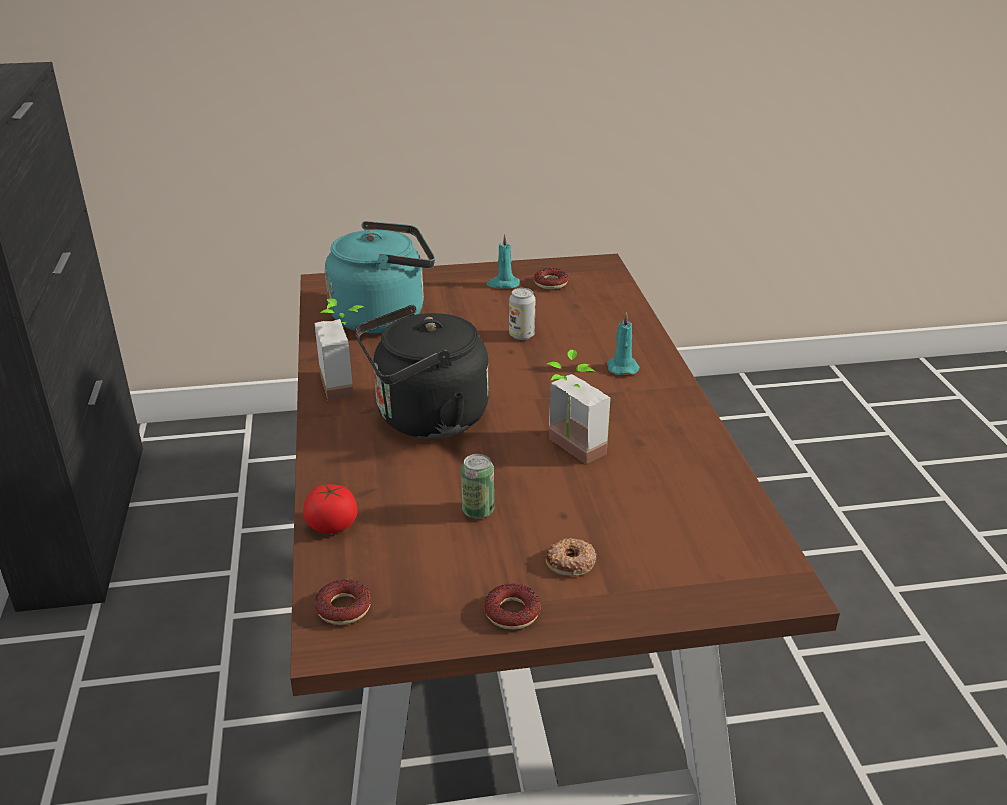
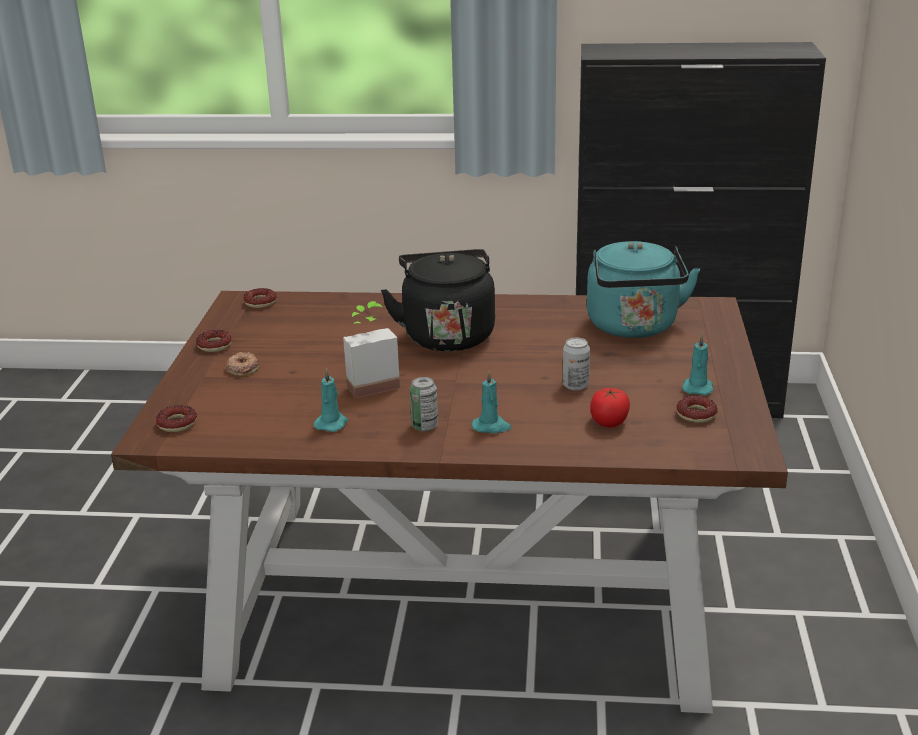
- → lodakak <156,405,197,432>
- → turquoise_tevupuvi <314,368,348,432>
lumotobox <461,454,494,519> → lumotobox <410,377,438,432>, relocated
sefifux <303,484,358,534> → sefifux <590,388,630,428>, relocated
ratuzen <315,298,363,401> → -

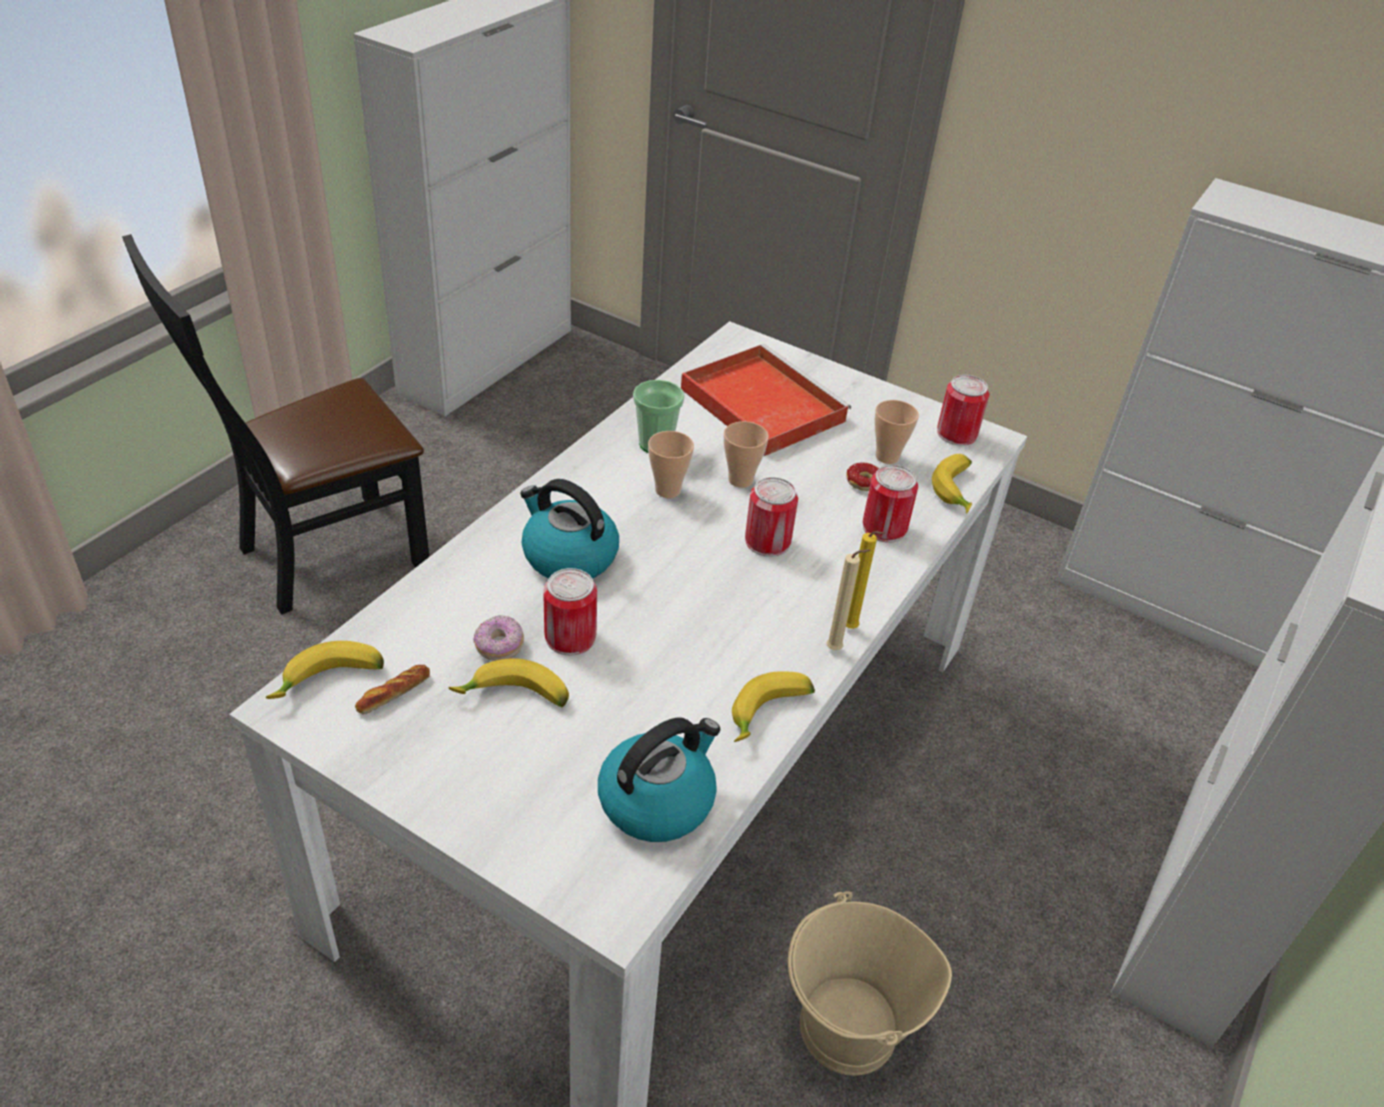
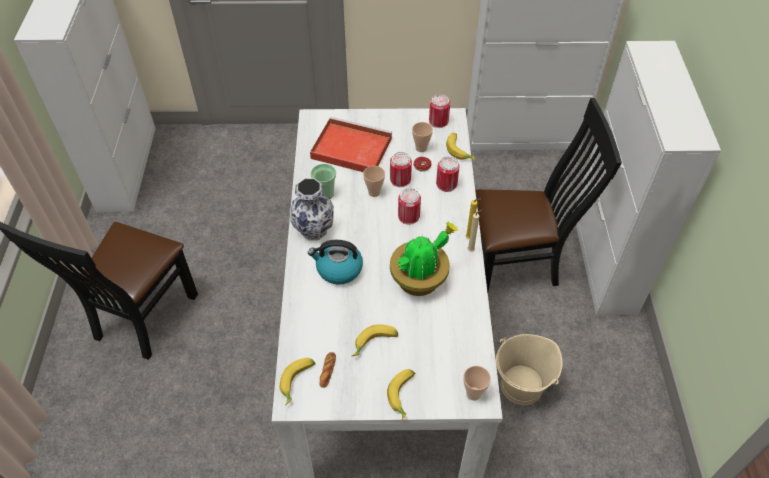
- → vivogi <290,178,334,240>
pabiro <732,671,815,742> → pabiro <387,369,415,420>, relocated
lumotobox <543,568,597,655> → lumotobox <390,152,412,187>, relocated
- → ratuzen <390,221,458,296>
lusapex <648,431,694,498> → lusapex <463,366,491,401>, relocated
- → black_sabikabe <475,98,622,292>
lodakak <474,615,524,661> → -
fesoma <598,717,720,842> → -

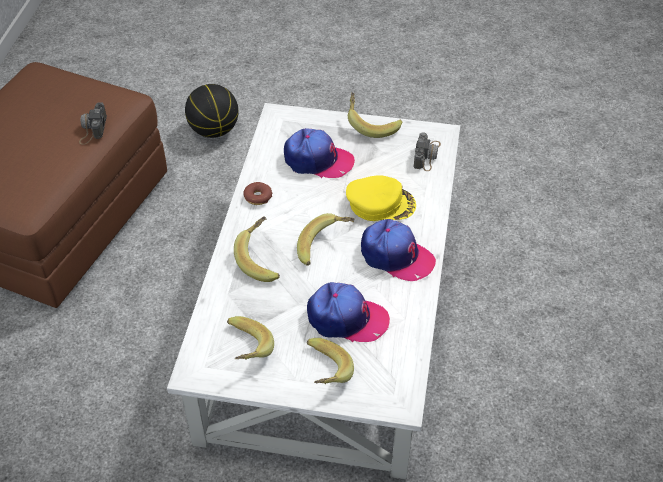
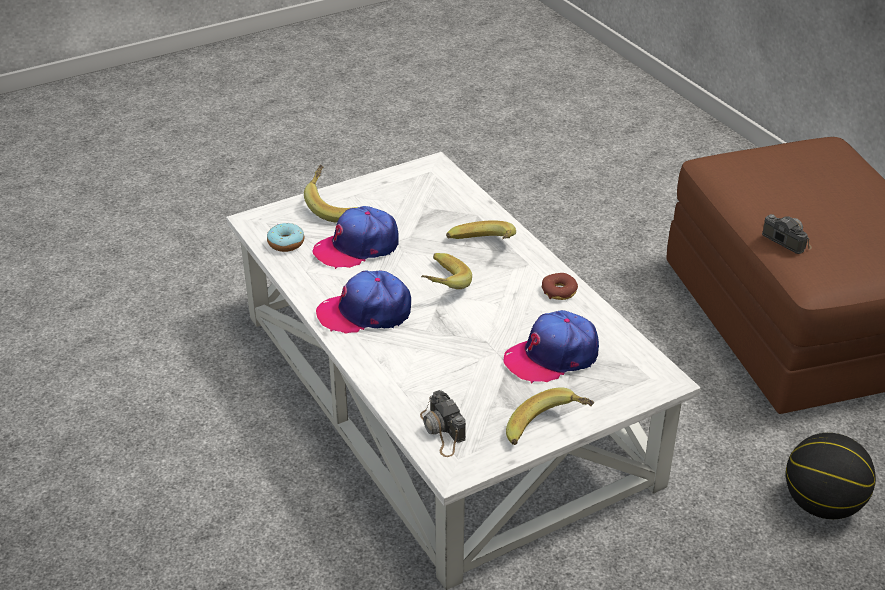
- → lodakak <267,223,304,252>
pabiro <227,316,274,360> → -
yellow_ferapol <346,175,416,221> → -

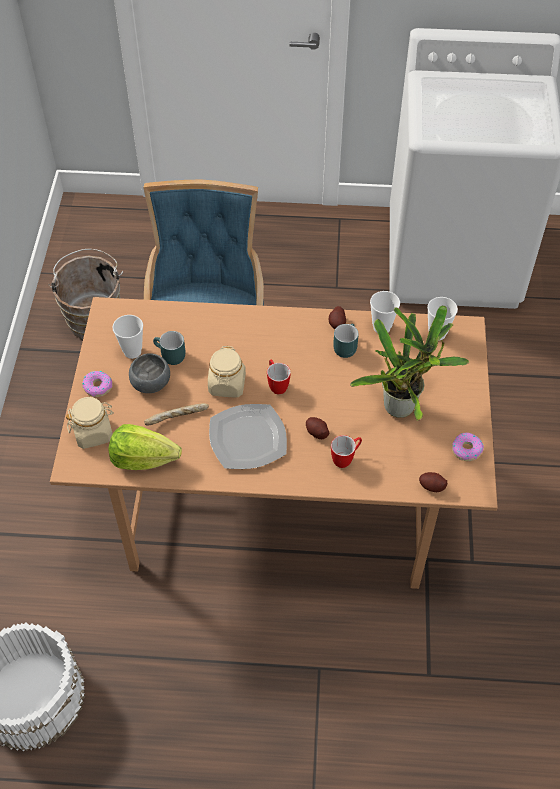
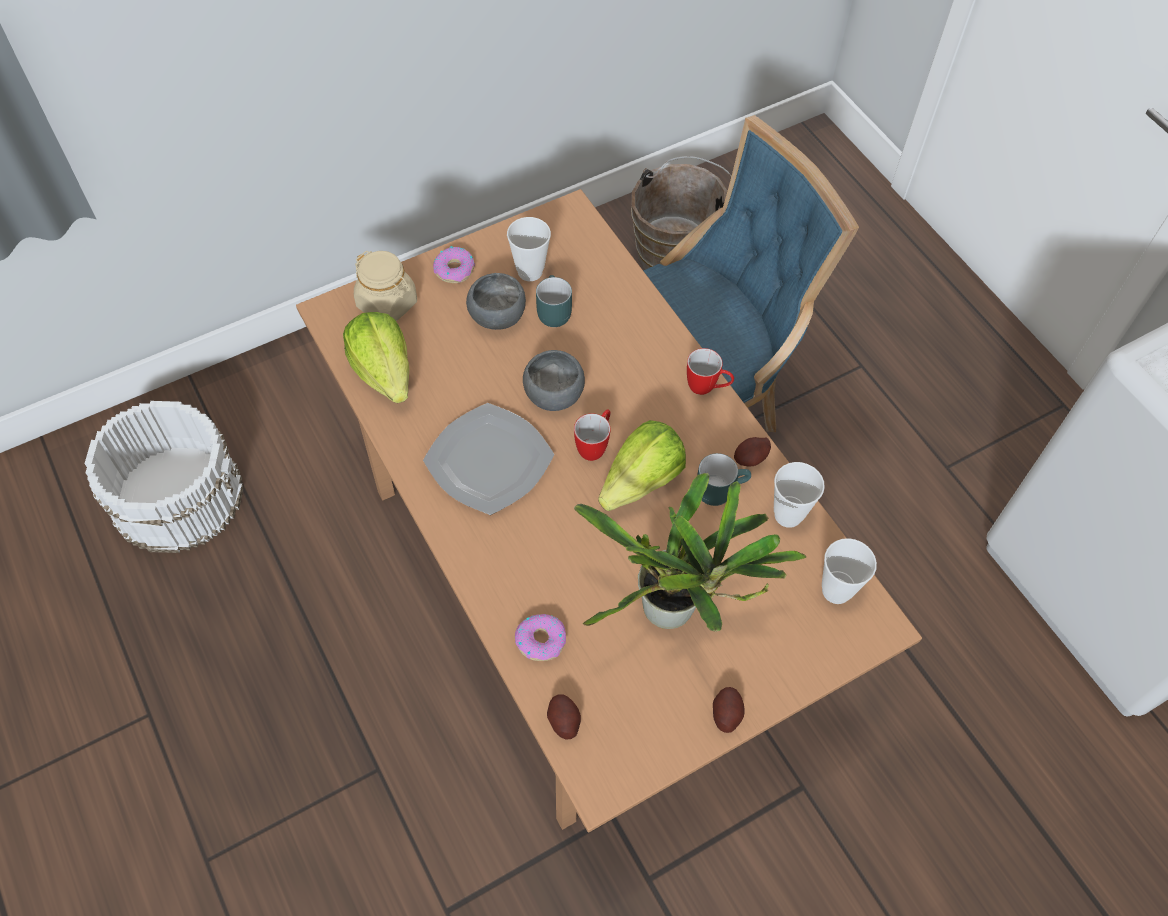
lodakak <452,433,484,461> → lodakak <515,614,566,661>, relocated
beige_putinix <208,346,246,398> → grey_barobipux <523,350,585,411>
- → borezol <598,420,686,511>
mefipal <331,435,362,468> → mefipal <687,348,734,395>, relocated
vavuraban <306,417,329,439> → vavuraban <713,687,744,733>, relocated
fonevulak <144,403,209,426> → -

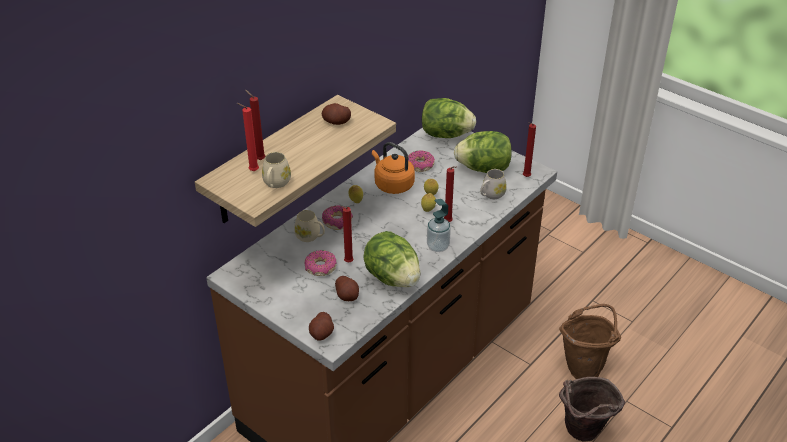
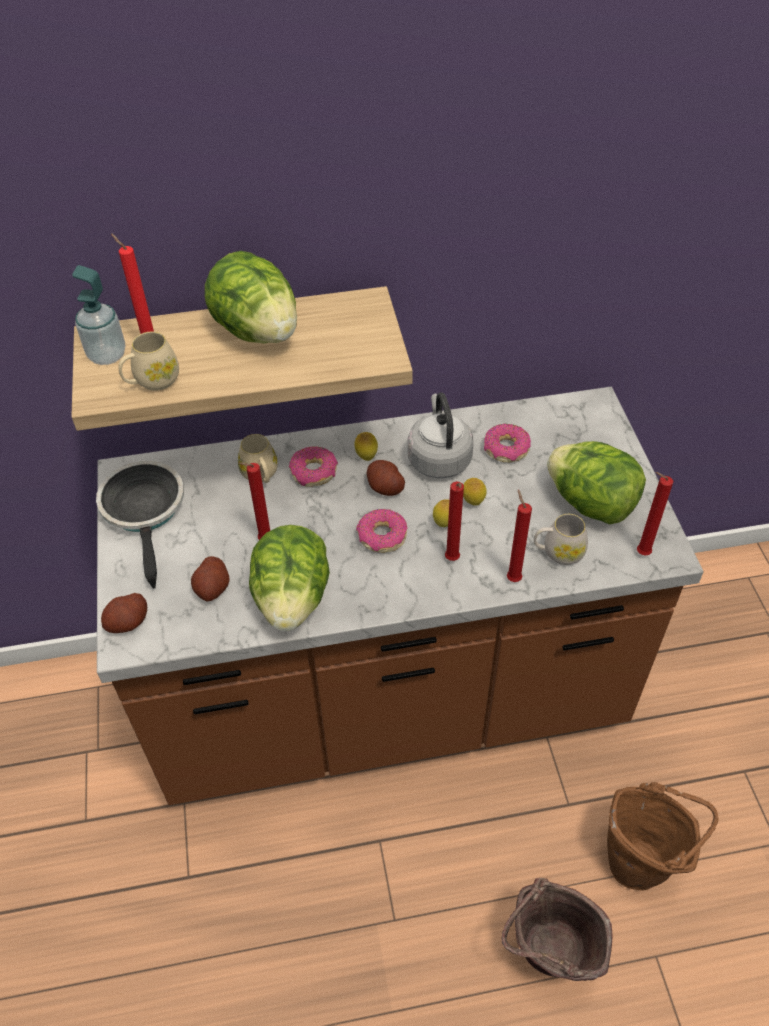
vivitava <427,199,451,252> → vivitava <72,265,125,365>, relocated
- → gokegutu <96,461,184,589>
borezol <422,98,476,138> → borezol <205,251,297,343>, relocated
lodakak <305,250,336,276> → lodakak <356,509,407,553>, relocated
vavuraban <322,103,351,125> → vavuraban <367,460,405,496>, relocated
orange_fesoma <372,142,415,194> → grey_fesoma <408,392,474,478>
red_tevupuvi <245,90,265,160> → red_tevupuvi <507,490,532,582>, relocated

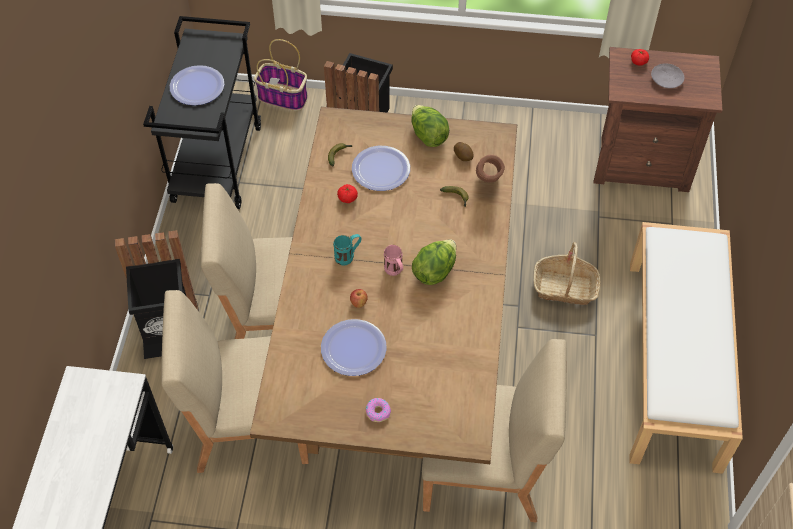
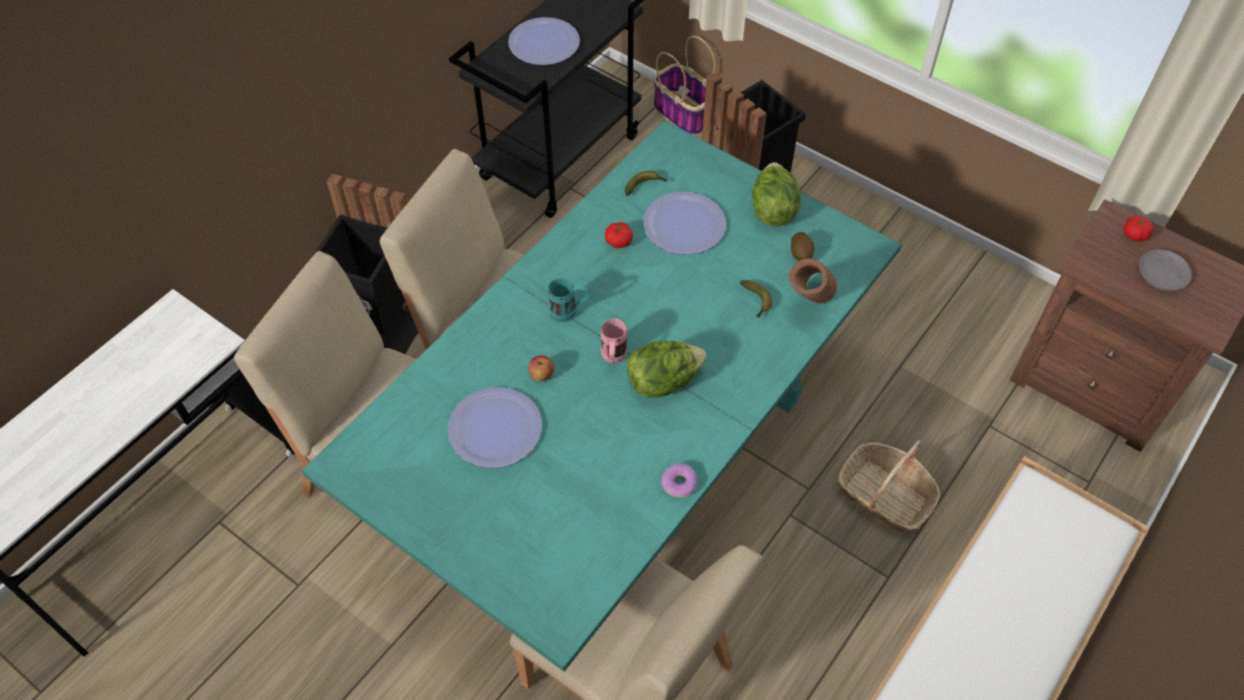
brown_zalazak <250,107,517,464> → turquoise_zalazak <301,120,902,672>
lodakak <366,398,391,422> → lodakak <662,463,697,497>, relocated

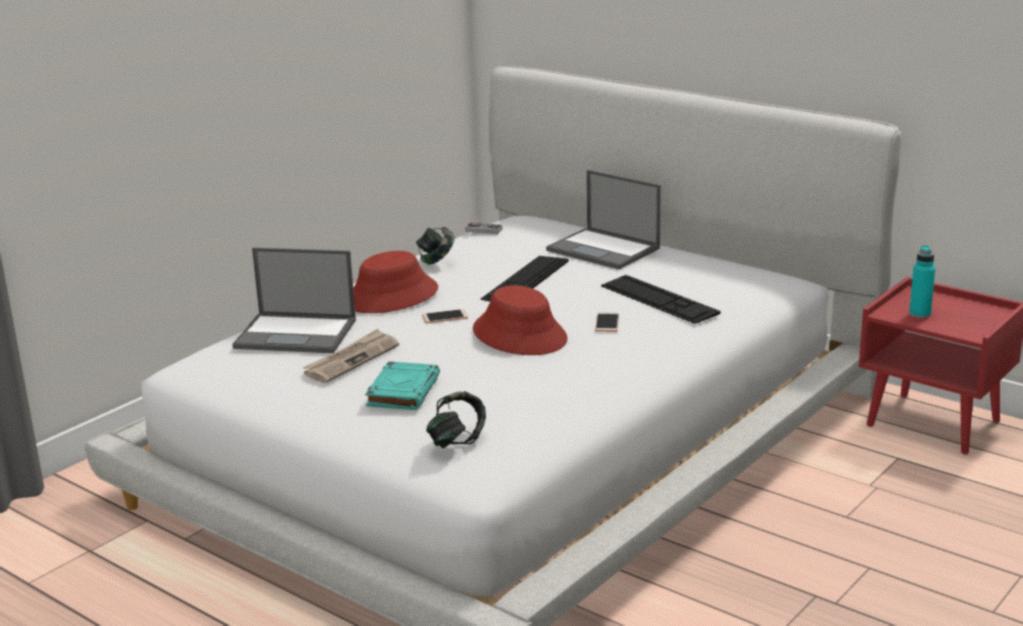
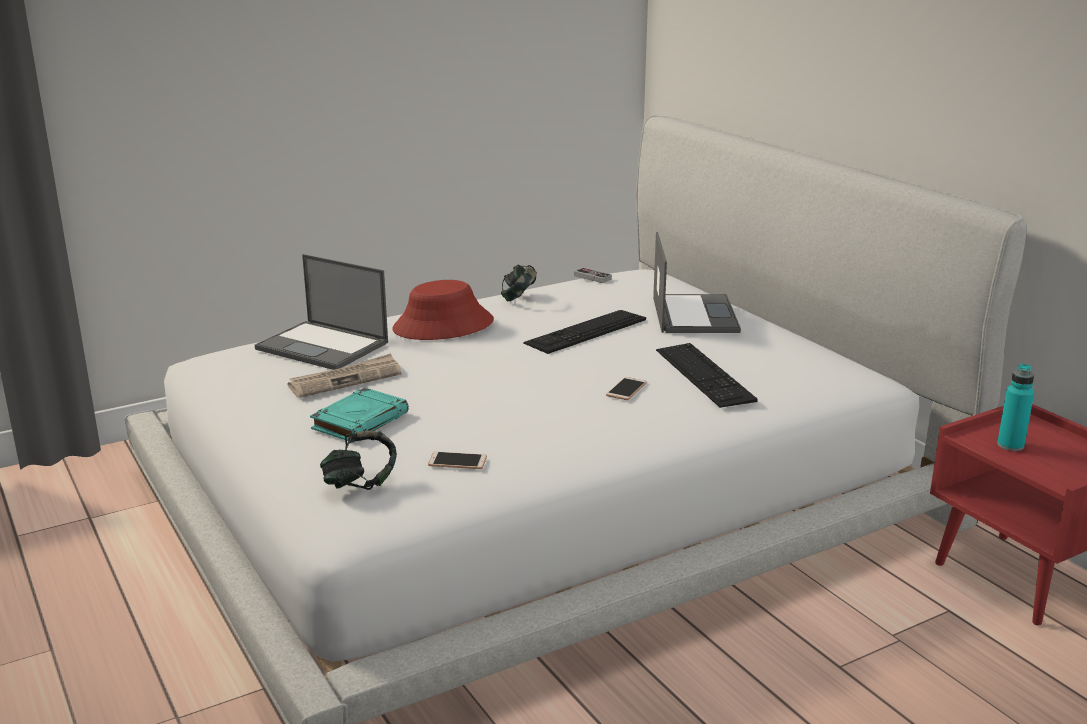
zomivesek <422,309,468,323> → zomivesek <428,452,487,469>, relocated
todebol <546,170,661,269> → todebol <653,232,741,333>, 150 degrees counterclockwise
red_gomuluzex <473,285,568,355> → -

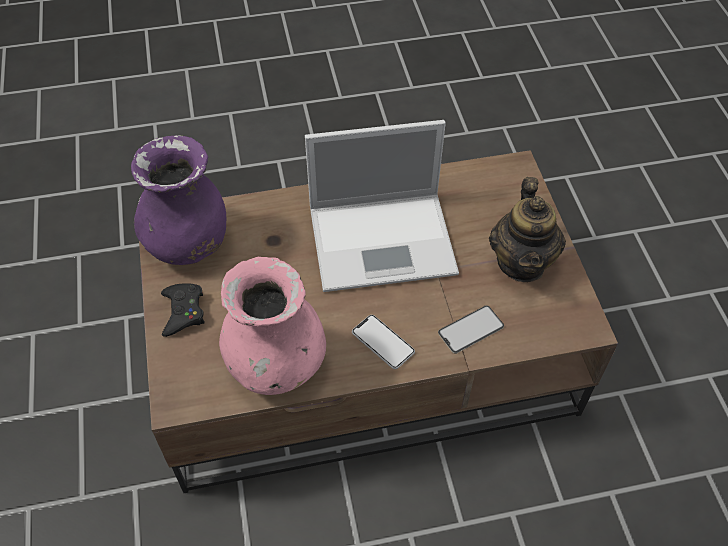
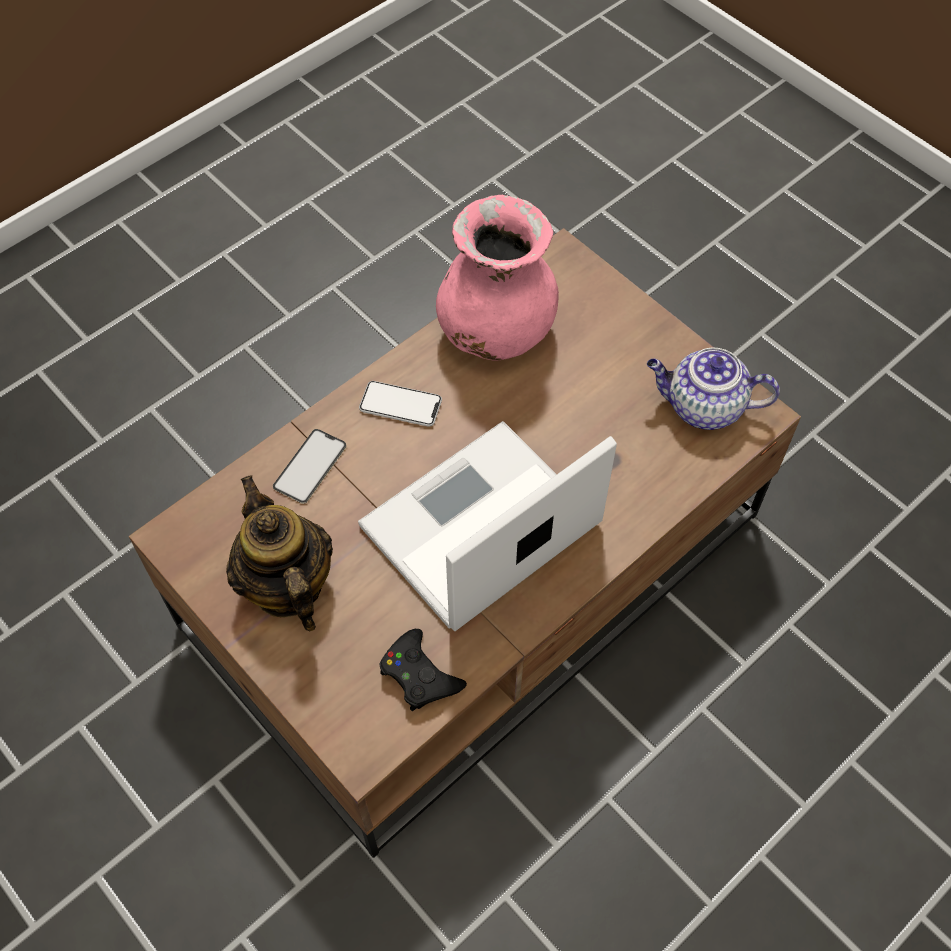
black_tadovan <161,284,205,337> → black_tadovan <380,629,467,711>, relocated
purple_vivogi <131,135,226,265> → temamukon <647,347,780,430>

